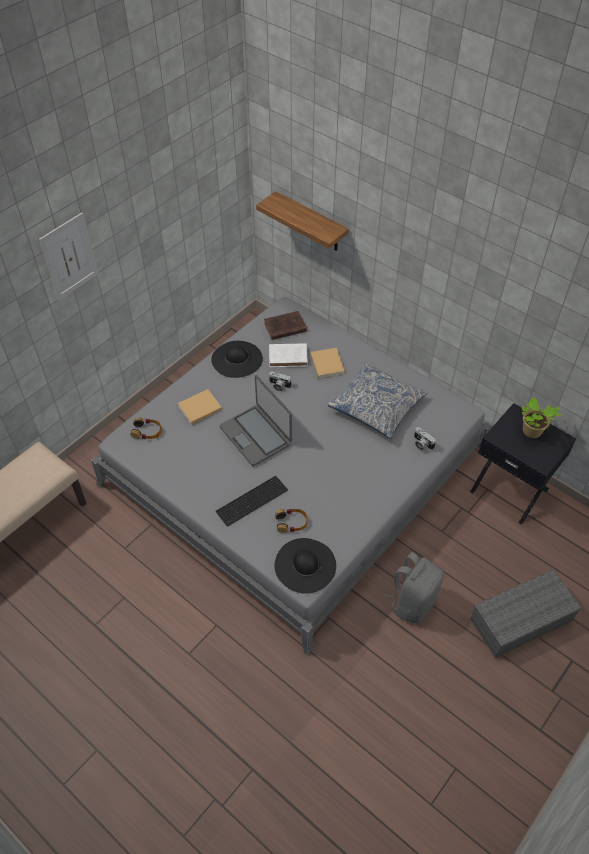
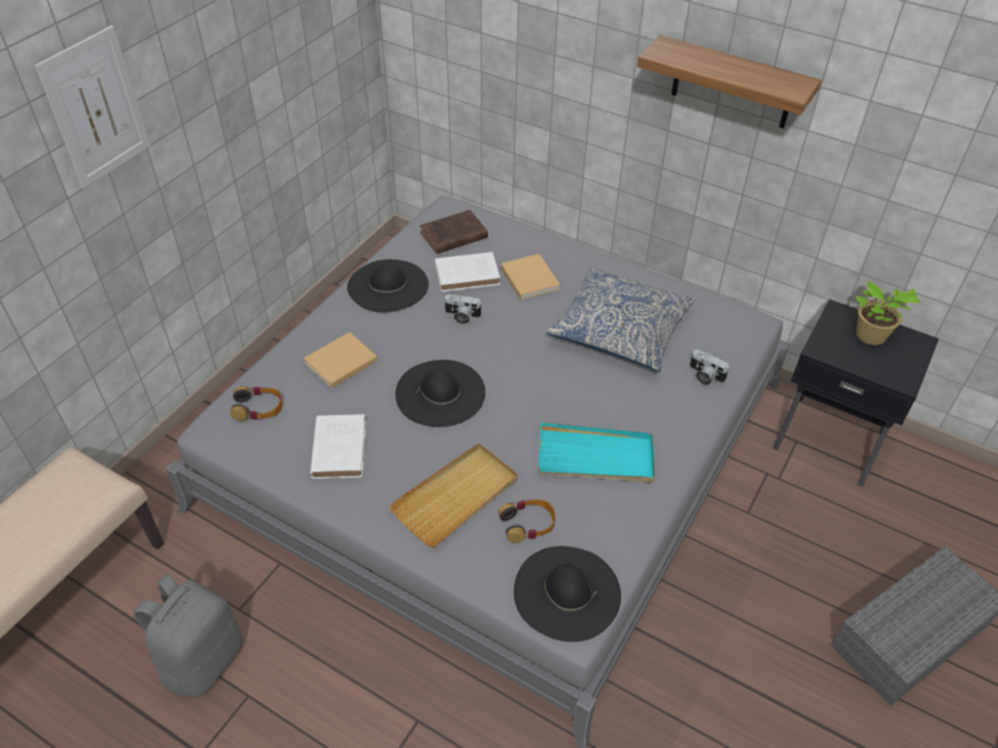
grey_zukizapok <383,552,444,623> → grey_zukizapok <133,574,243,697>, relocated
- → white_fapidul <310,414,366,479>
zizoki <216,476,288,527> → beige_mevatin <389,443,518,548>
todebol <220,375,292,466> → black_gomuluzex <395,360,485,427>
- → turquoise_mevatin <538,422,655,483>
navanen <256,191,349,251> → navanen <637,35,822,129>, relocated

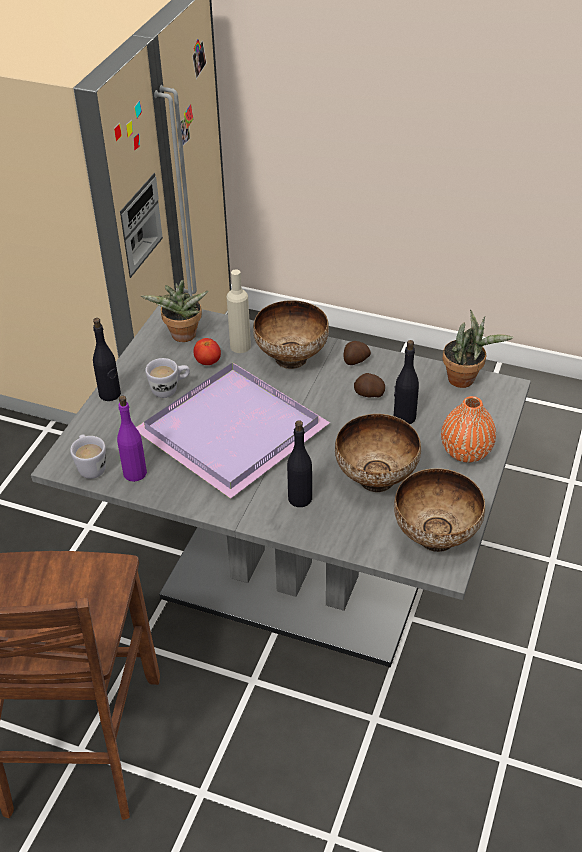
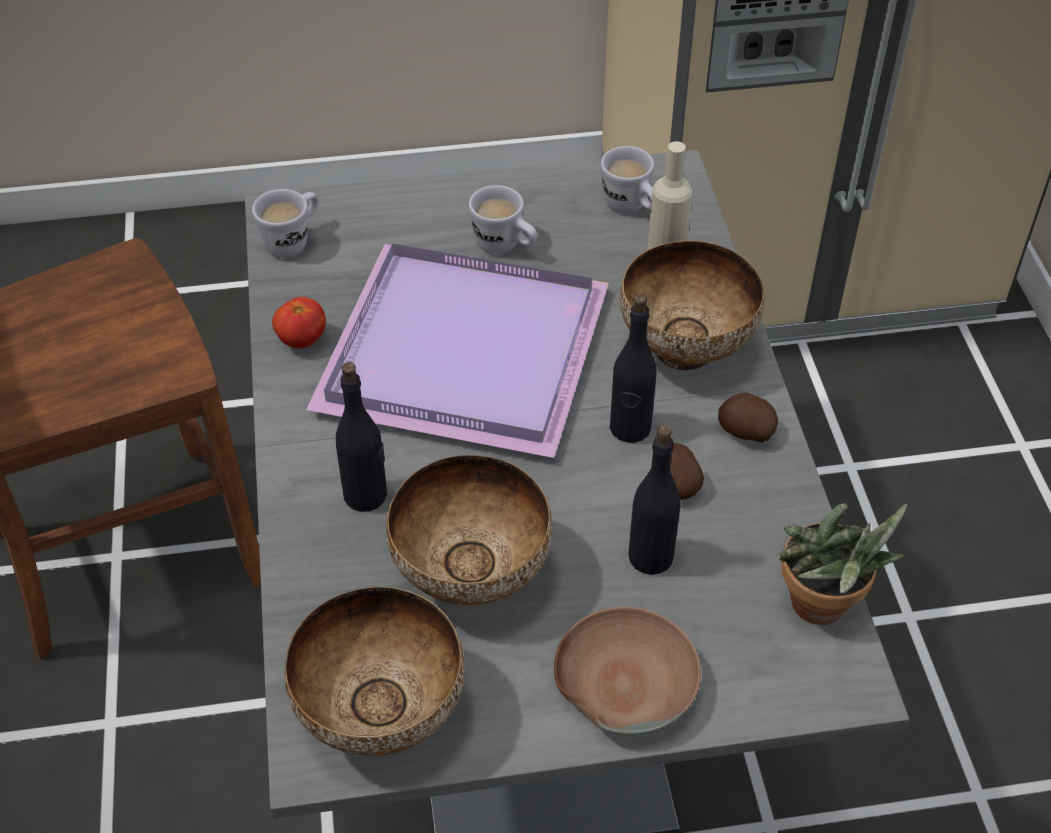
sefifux <194,338,221,365> → sefifux <272,297,326,348>, relocated
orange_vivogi <441,396,496,463> → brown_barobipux <554,607,701,735>
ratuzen <141,280,208,342> → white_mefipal <601,146,654,213>
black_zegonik <93,318,121,401> → black_zegonik <610,294,656,443>, relocated
purple_zegonik <117,396,147,482> → -

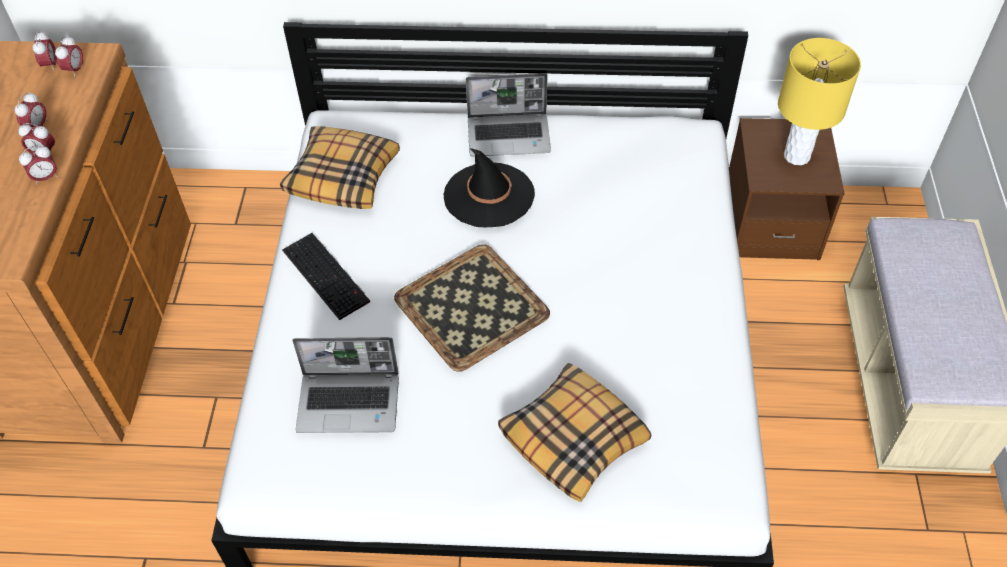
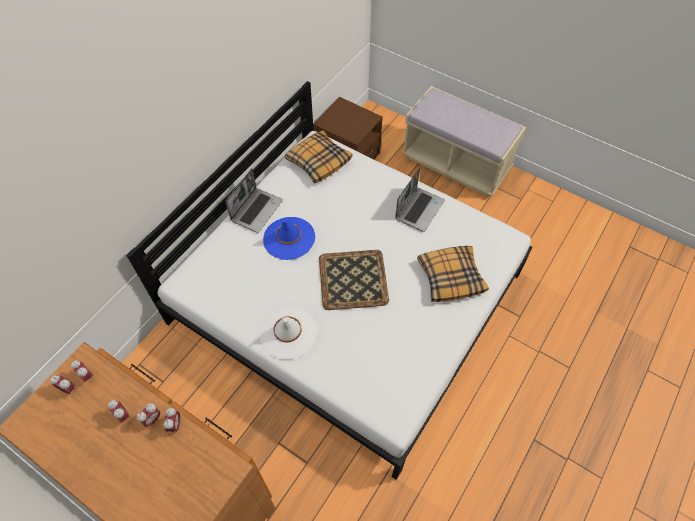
zizoki <282,233,370,320> → white_gomuluzex <259,307,317,360>
black_gomuluzex <444,148,535,227> → blue_gomuluzex <263,217,315,260>
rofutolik <280,126,400,209> → rofutolik <285,130,352,184>, relocated
todebol <293,337,399,433> → todebol <395,167,445,232>, relocated
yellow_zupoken <778,38,861,165> → -

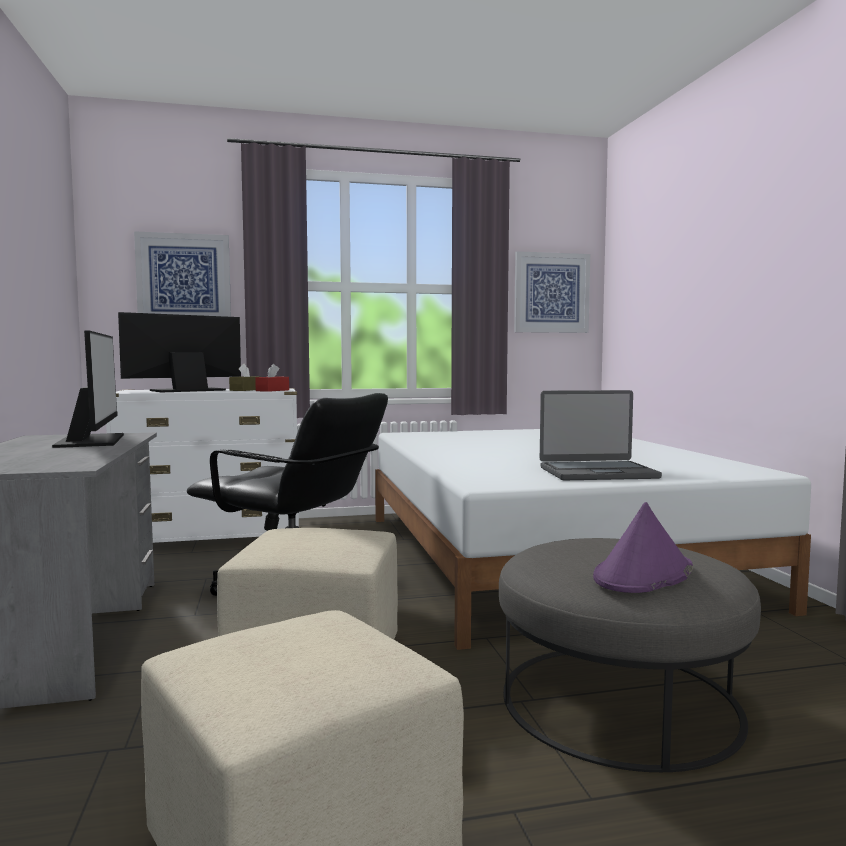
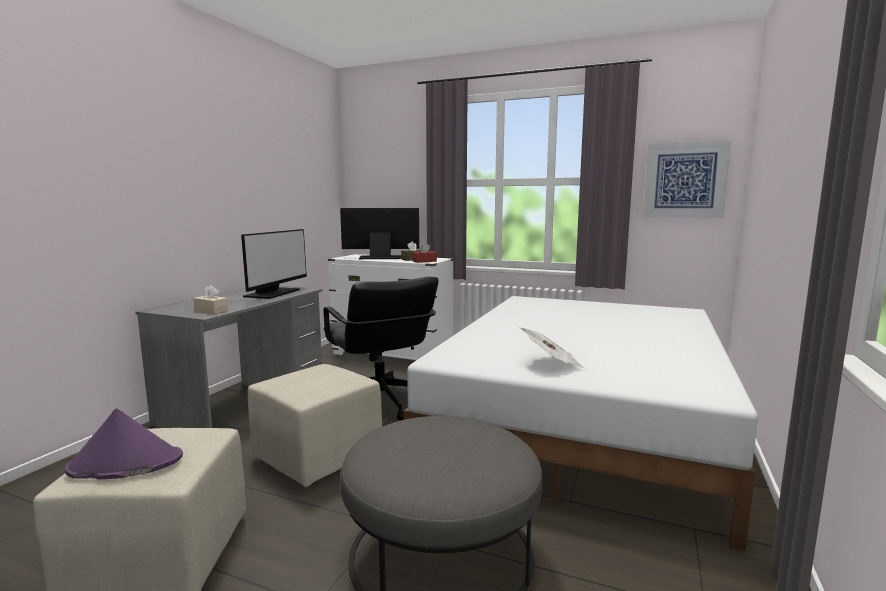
purple_gomuluzex <593,502,693,593> → purple_gomuluzex <65,408,183,479>, relocated
- → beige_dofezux <193,285,228,314>
todebol <540,390,662,480> → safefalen <519,327,586,369>
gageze <134,231,231,317> → -

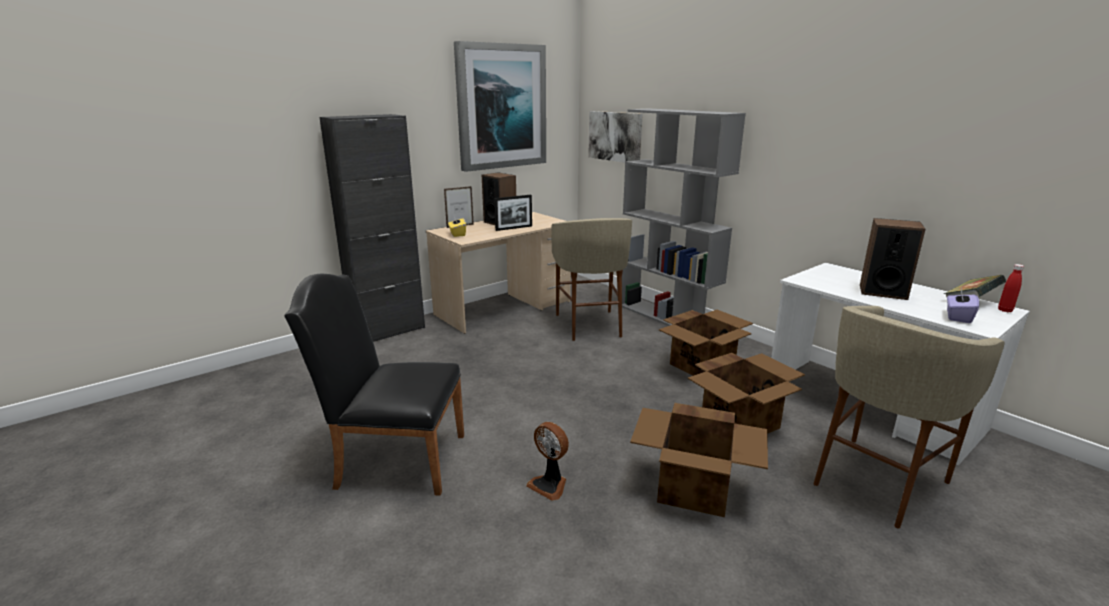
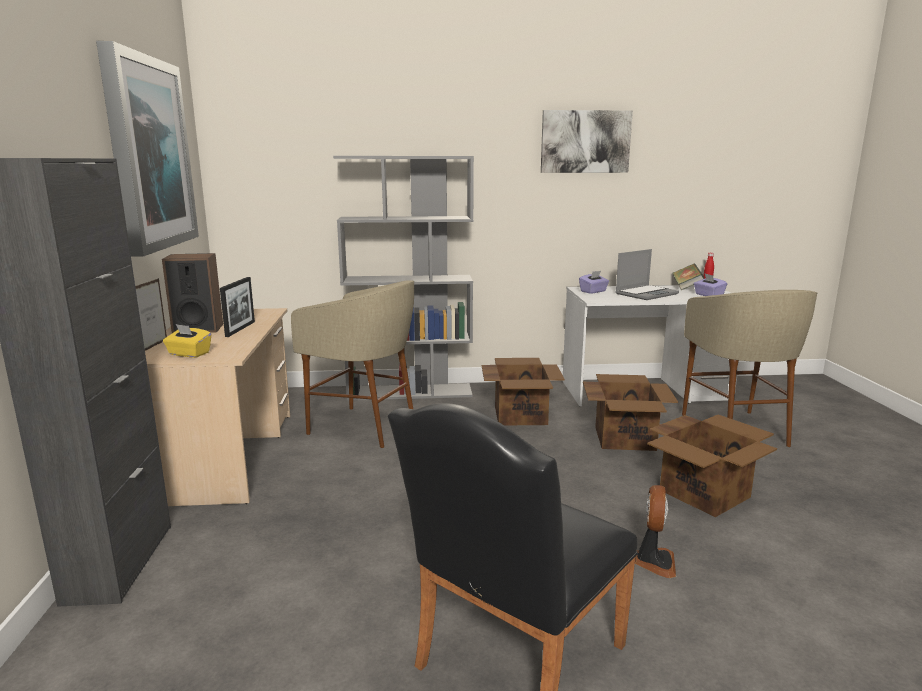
gageze <588,111,643,163> → gageze <541,110,633,173>, relocated
- → purple_dofezux <579,271,609,294>
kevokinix <860,218,925,300> → todebol <615,249,679,300>
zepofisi <526,422,569,501> → zepofisi <635,485,676,578>, 60 degrees counterclockwise

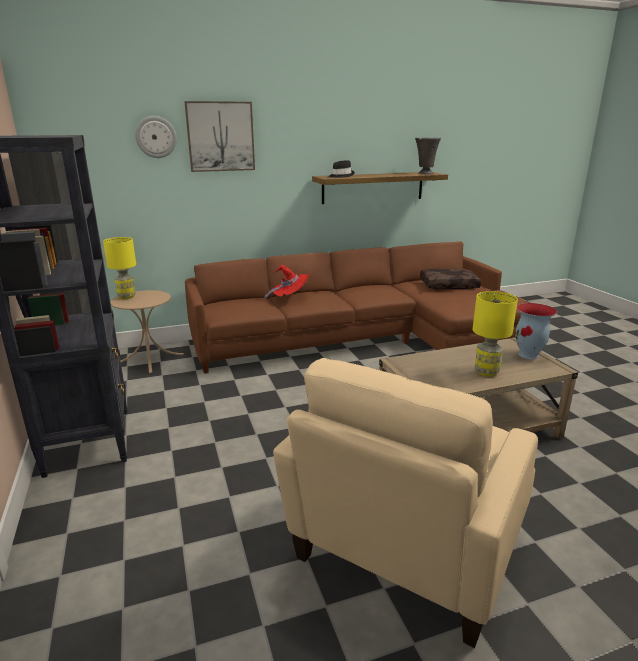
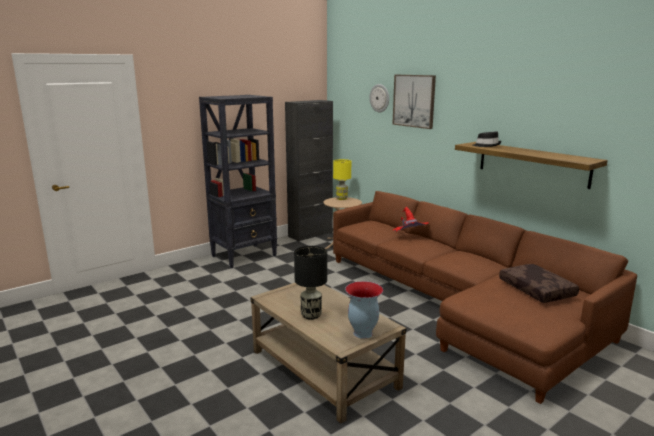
yellow_zupoken <473,291,518,377> → black_zupoken <294,246,327,320>
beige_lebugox <273,358,538,648> → -
grey_vivogi <415,138,441,174> → -

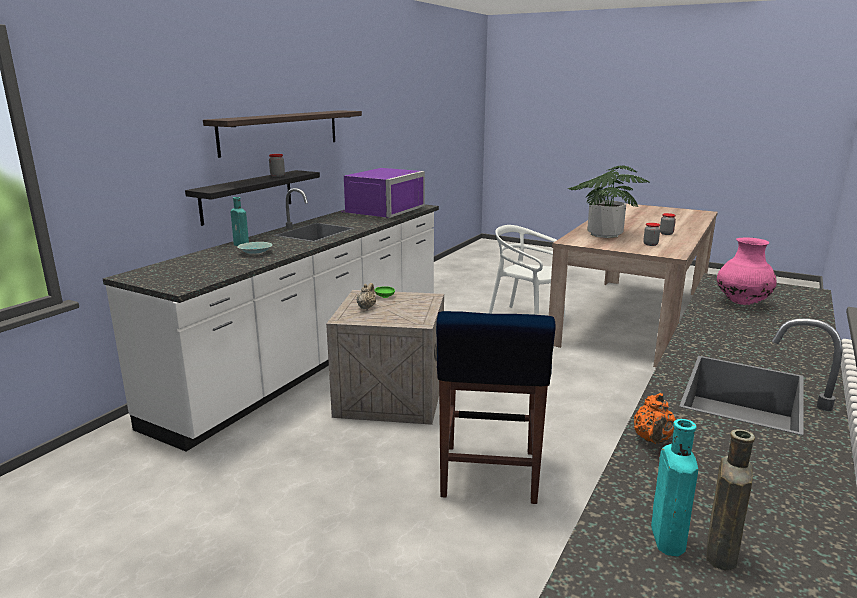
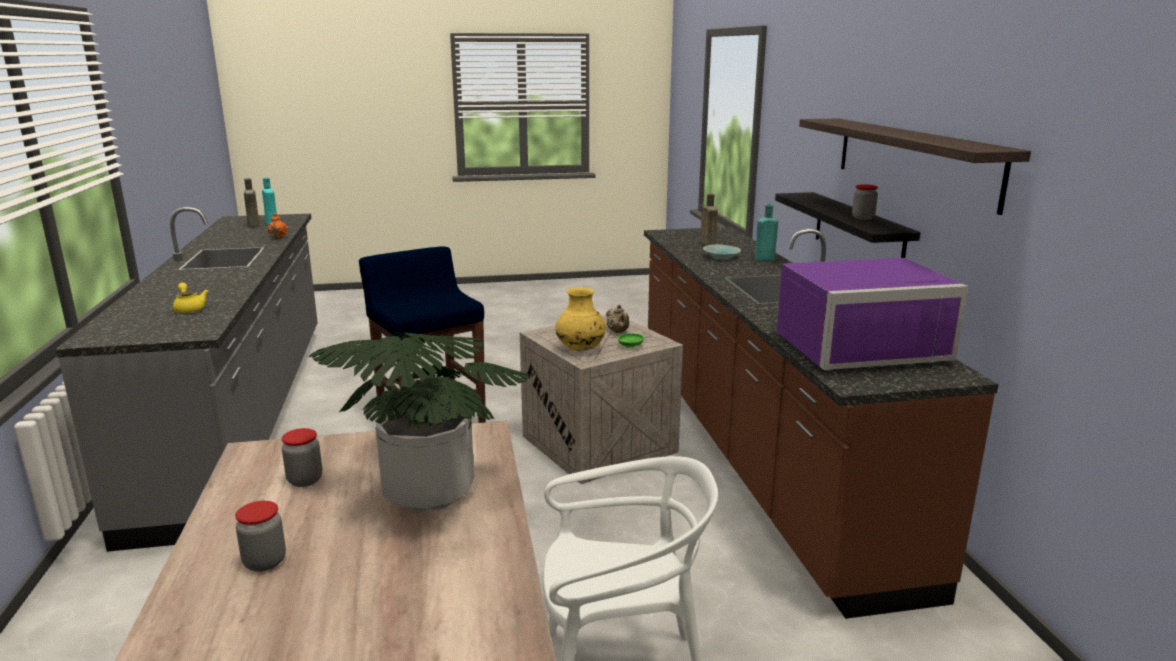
pink_vivogi <717,238,776,305> → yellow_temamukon <173,283,209,313>
- → yellow_vivogi <555,288,606,351>
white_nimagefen <103,188,439,451> → brown_nimagefen <644,227,999,619>
- → brown_zegonik <701,194,718,246>
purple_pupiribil <341,168,425,218> → purple_pupiribil <777,258,968,370>, 90 degrees counterclockwise

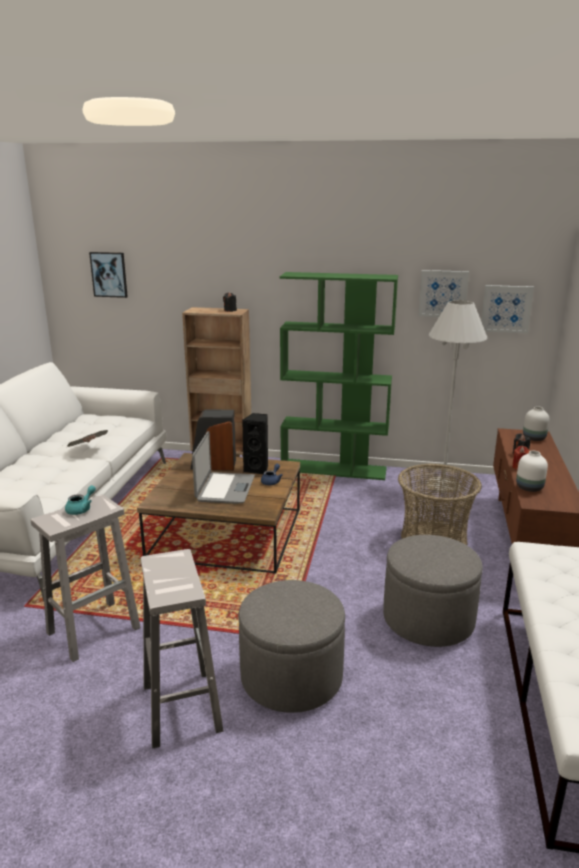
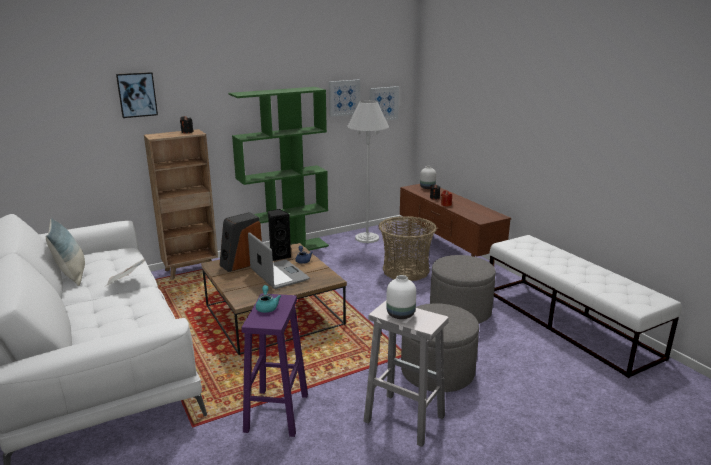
- → rofutolik <46,217,85,286>
gageze <89,252,128,298> → gageze <116,72,158,118>, relocated
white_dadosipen <31,495,141,662> → purple_dadosipen <241,294,308,437>
white_vivogi <516,451,548,492> → white_vivogi <386,275,416,319>, relocated

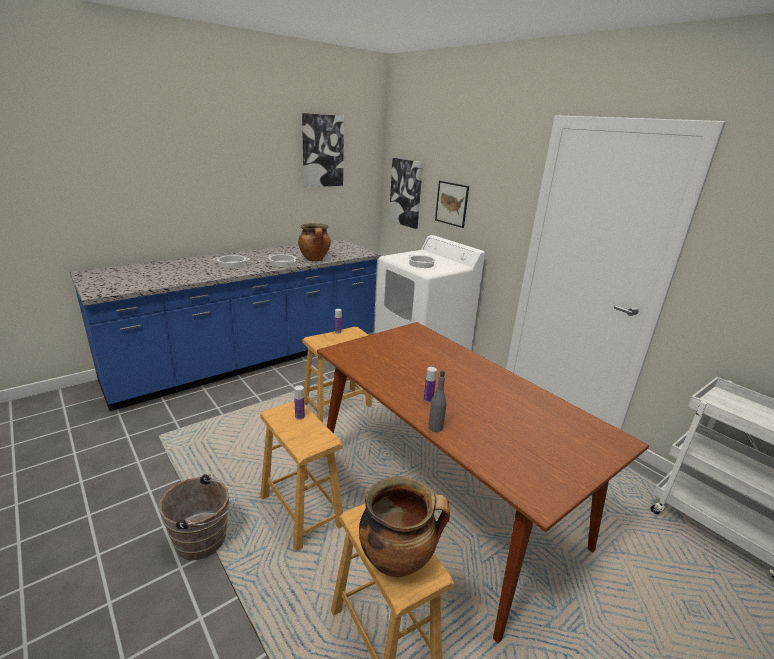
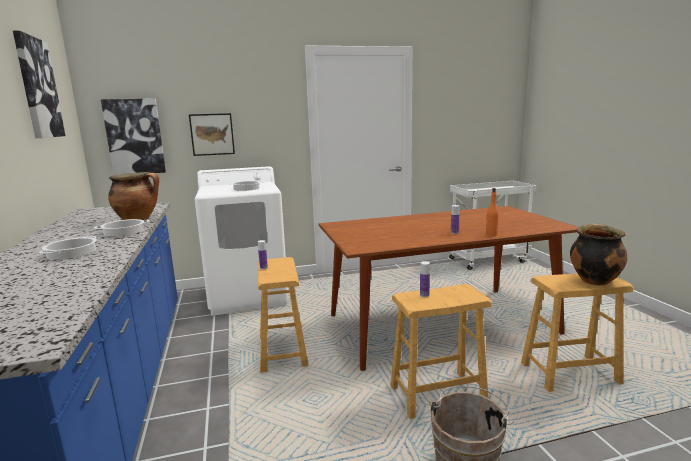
grey_zegonik <428,371,446,432> → orange_zegonik <486,188,499,236>

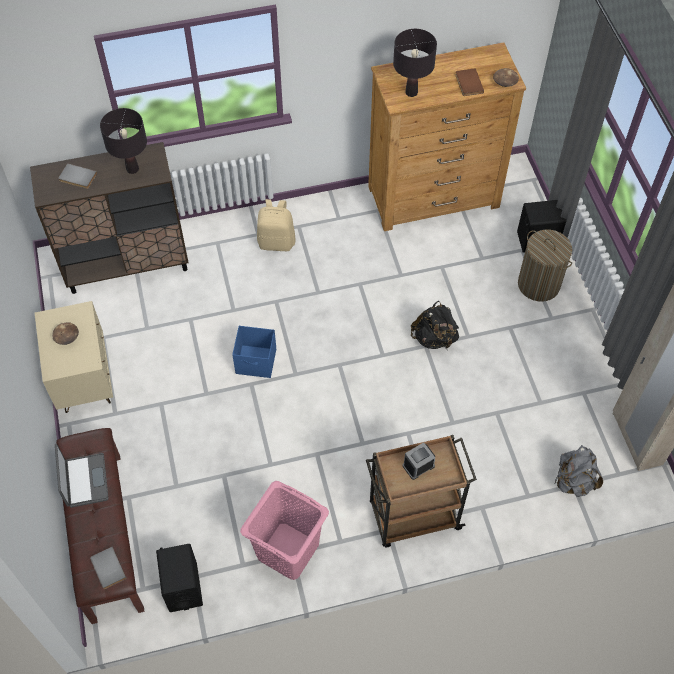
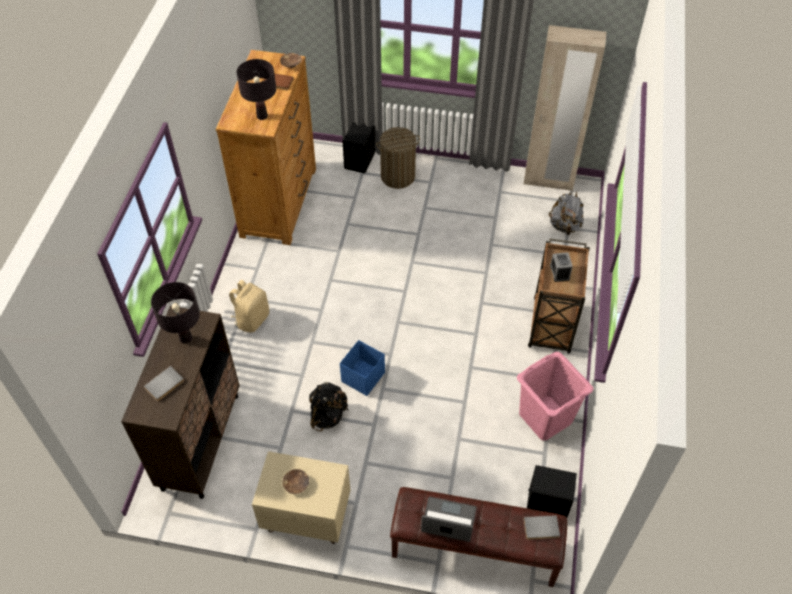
black_zukizapok <411,301,459,351> → black_zukizapok <309,382,348,431>, relocated

